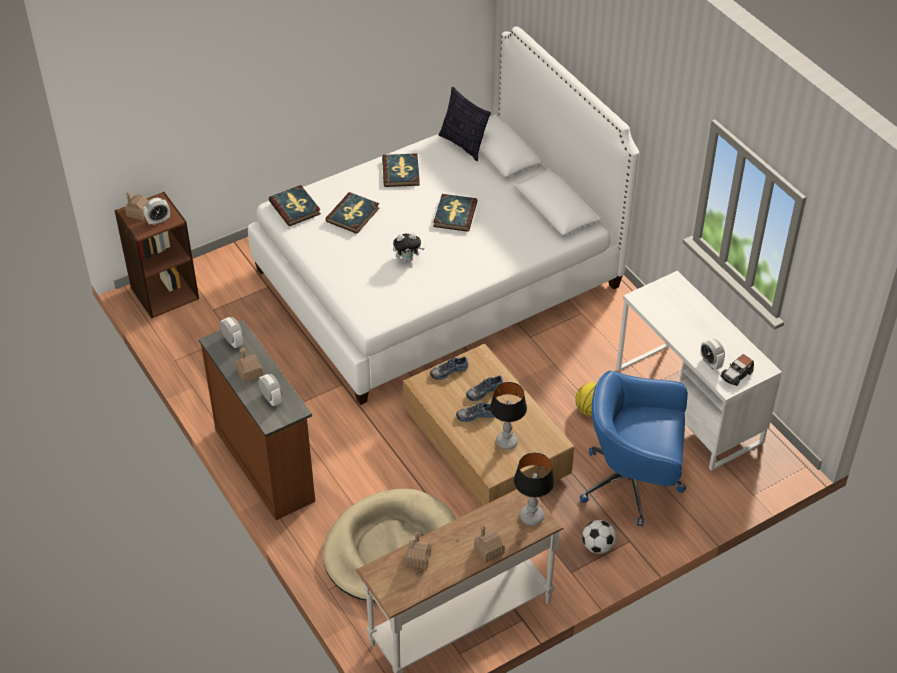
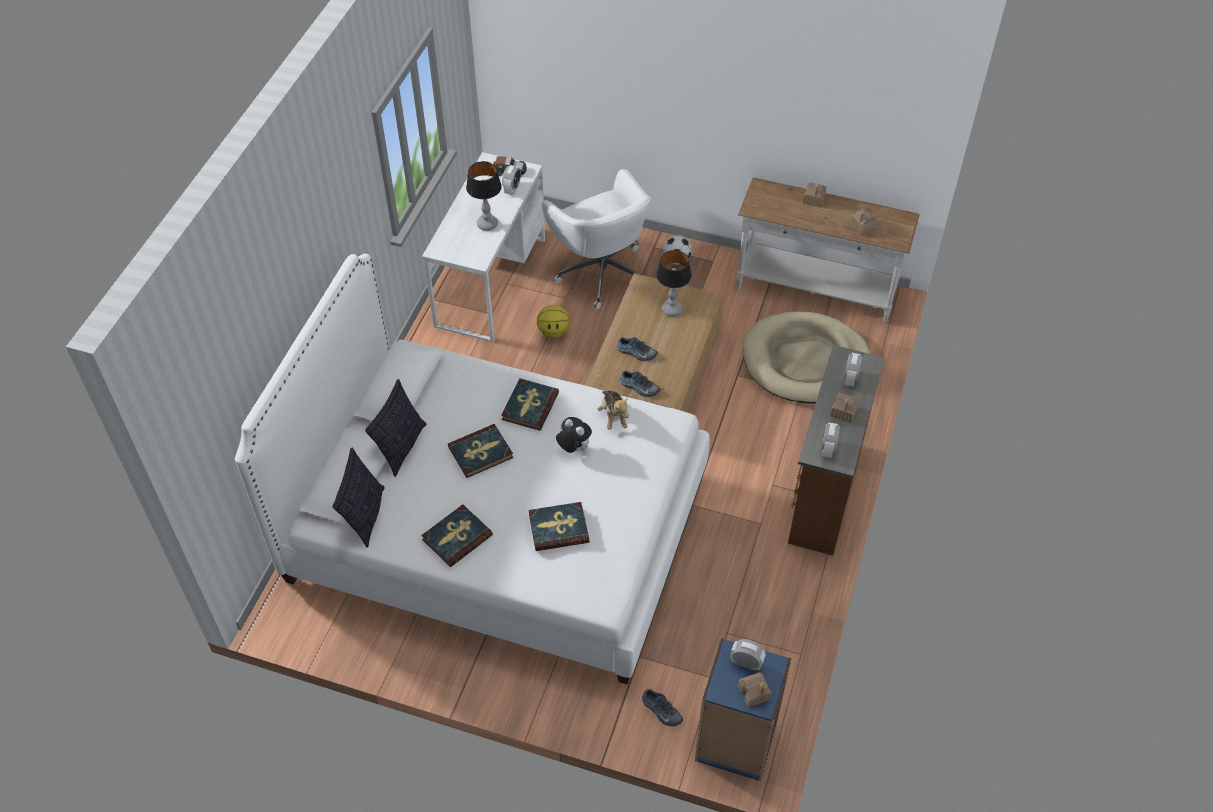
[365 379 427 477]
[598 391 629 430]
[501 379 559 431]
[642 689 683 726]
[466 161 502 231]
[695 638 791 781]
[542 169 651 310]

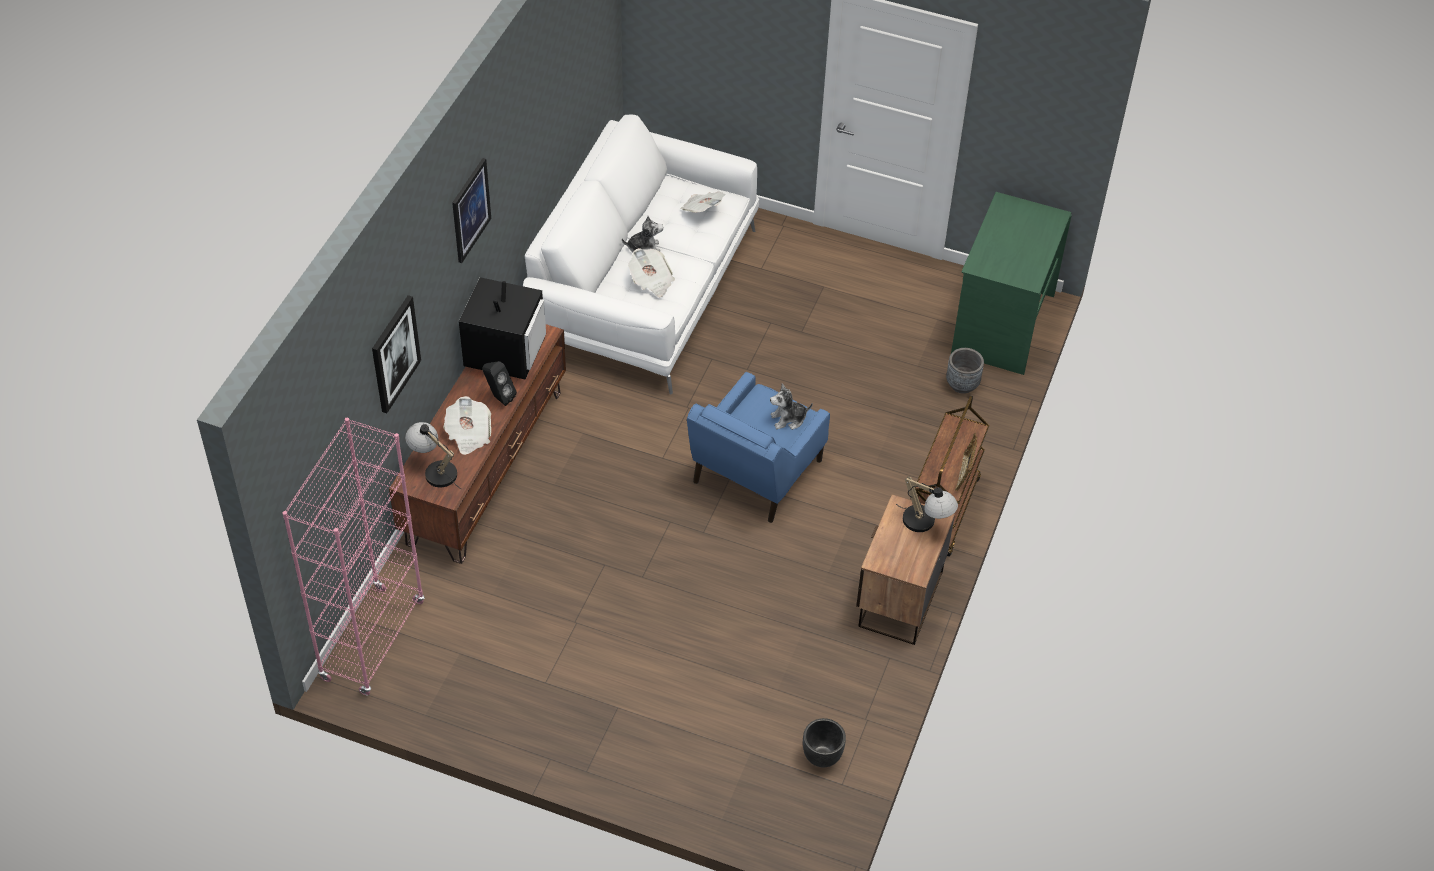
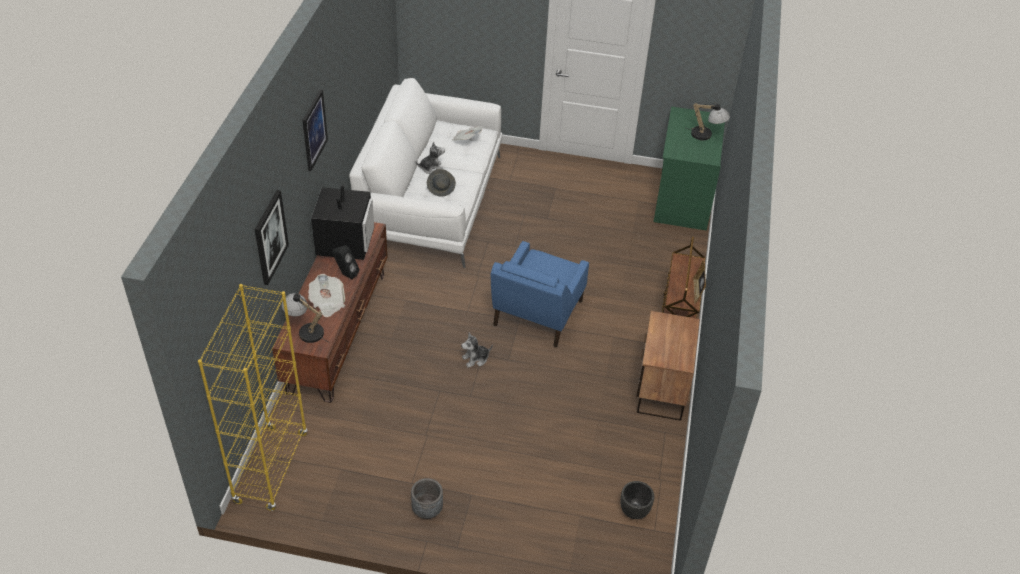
[461 333 493 368]
[686 103 730 140]
[411 478 443 519]
[427 169 456 196]
[198 284 308 511]

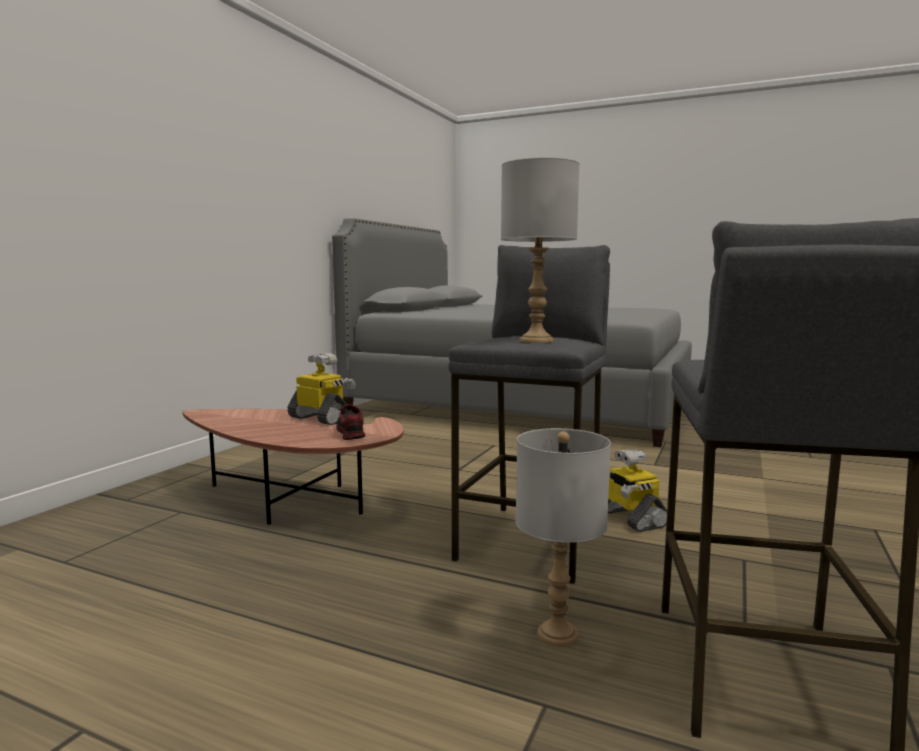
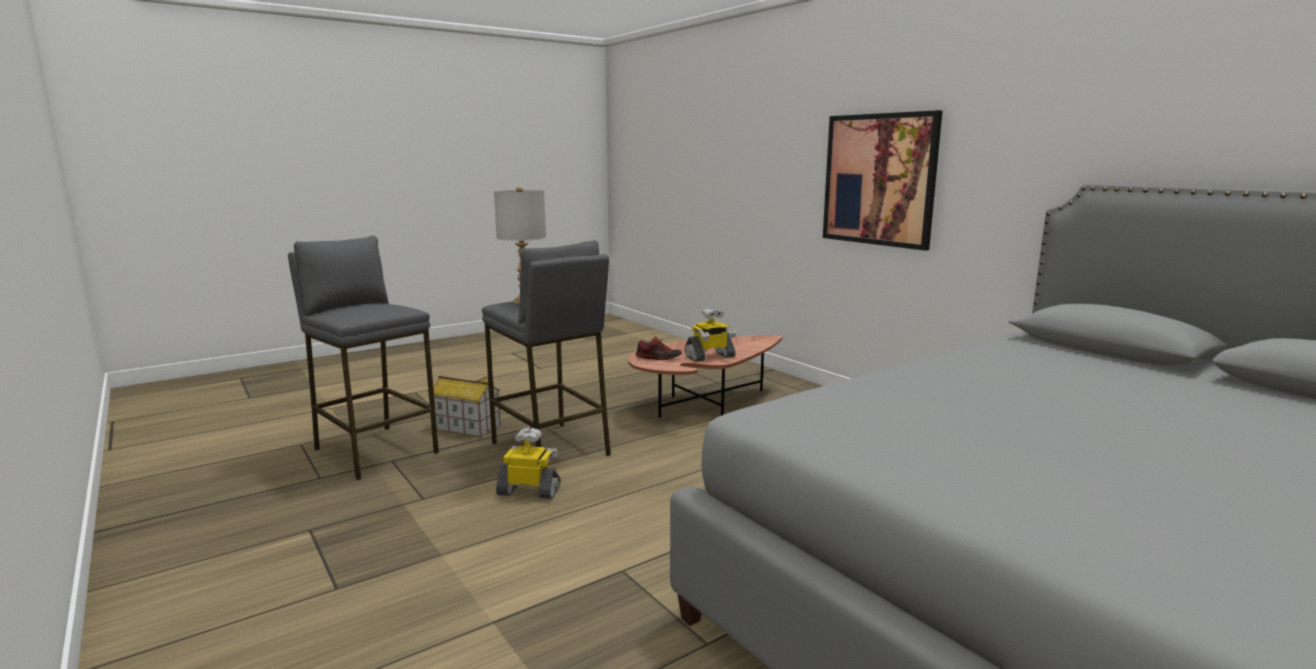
[823 110 942 251]
[433 376 501 437]

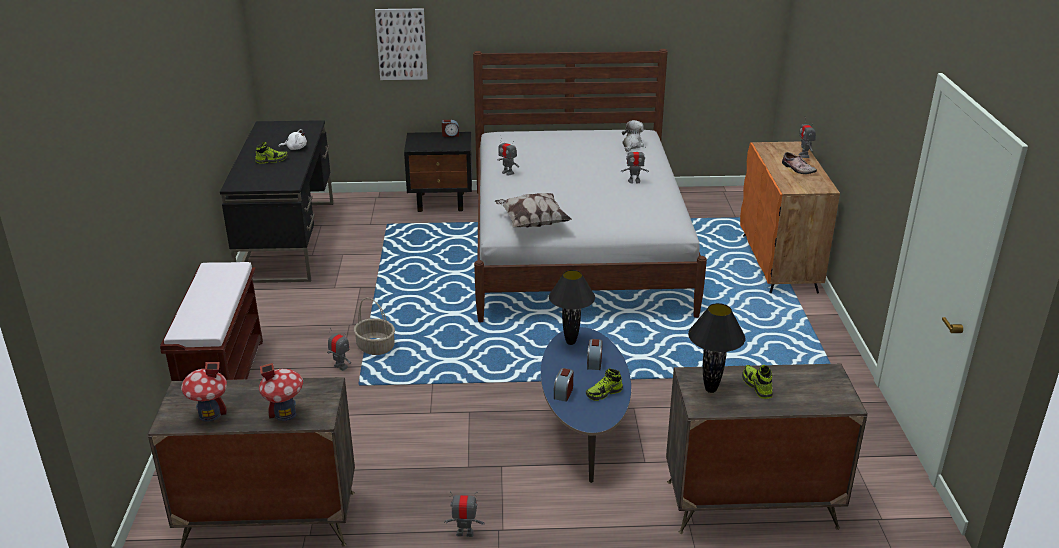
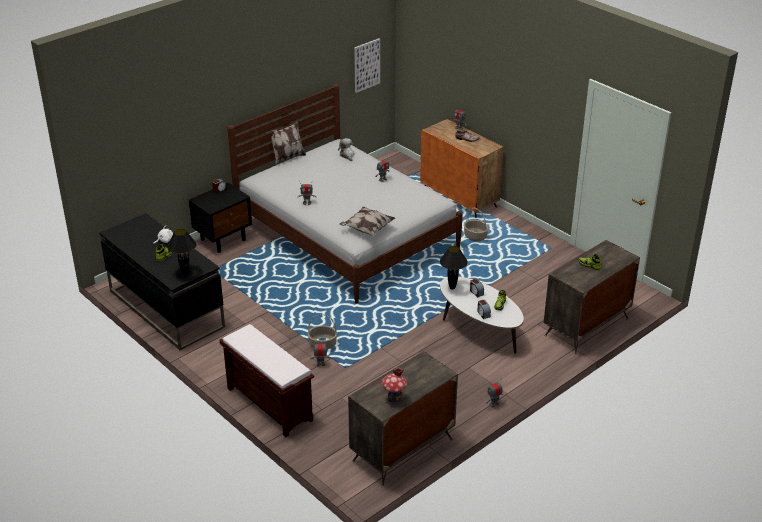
[259 363 303 421] (first image)
[267 121 306 165]
[464 208 488 241]
[354 38 380 93]
[167 229 197 275]
[440 276 524 354]

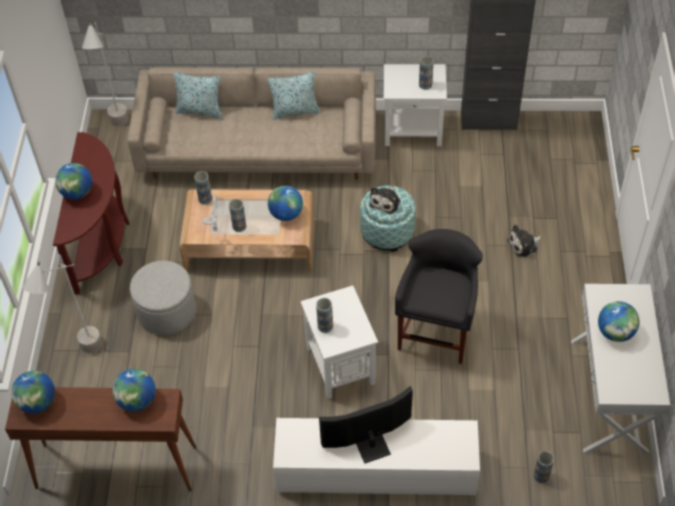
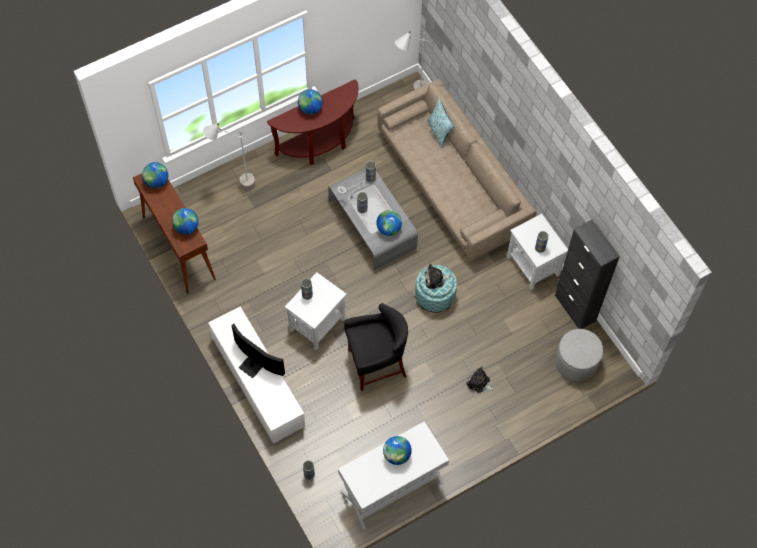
[268 71 320 120] (first image)
[555 329 603 382]
[328 168 418 270]

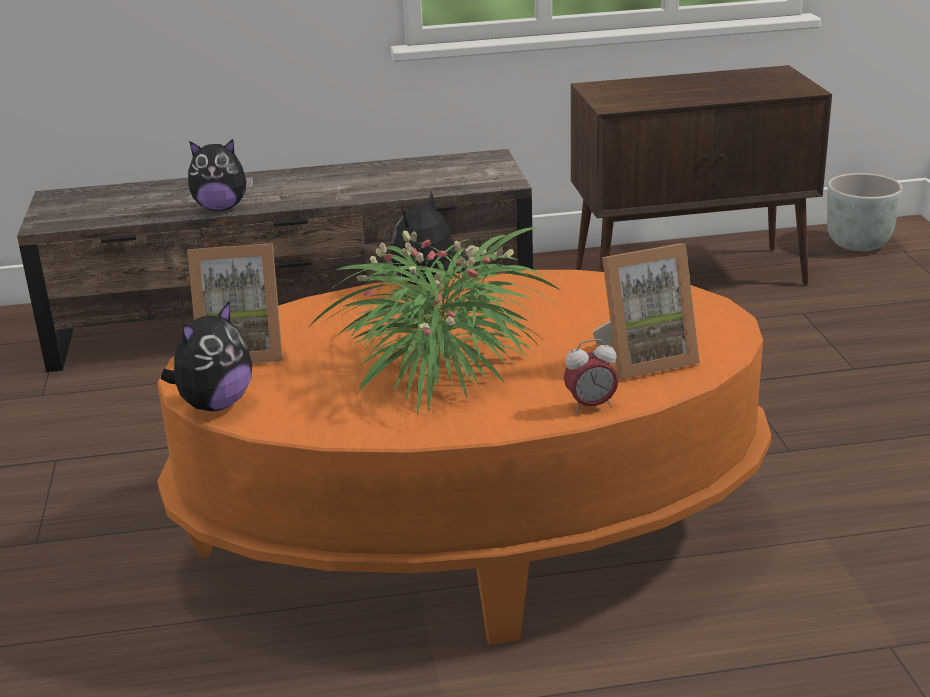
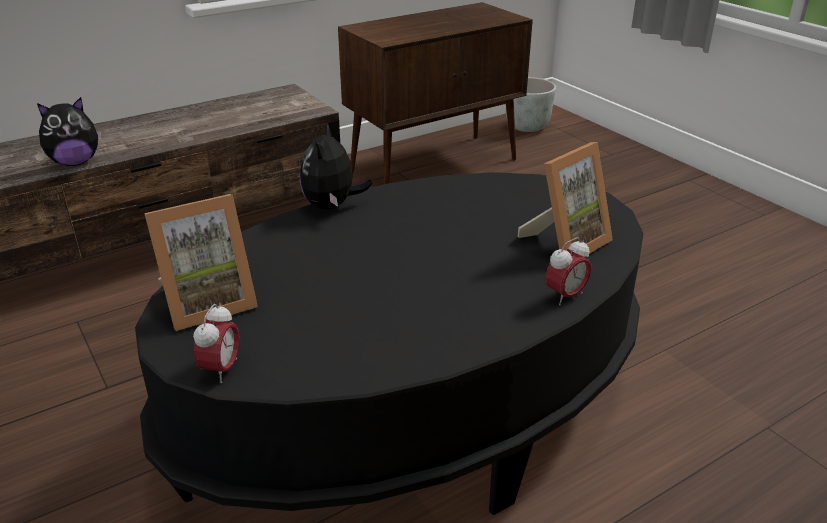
[309 227 563 418] (first image)
[193 303 239 383]
[135 172 643 515]

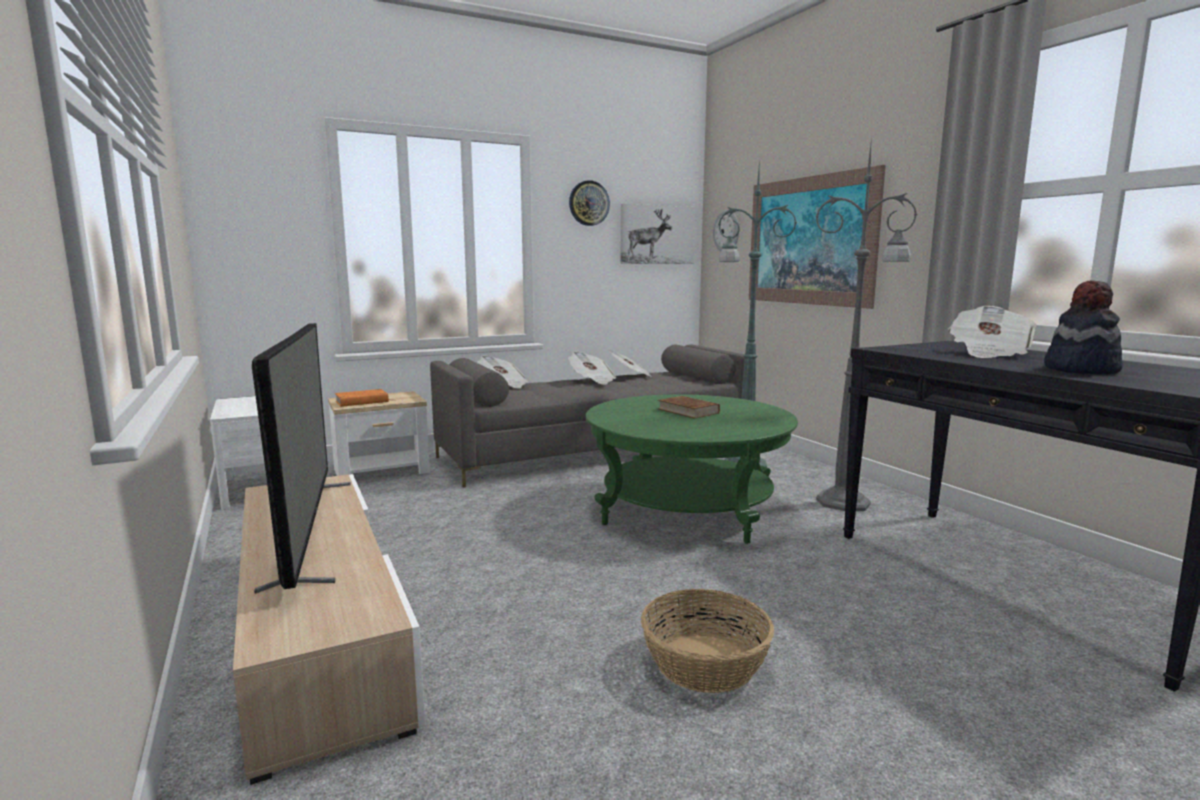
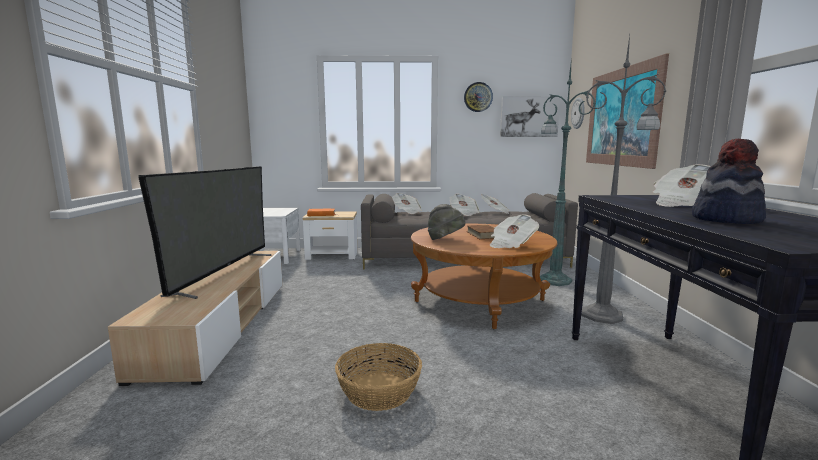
[428 204 465 240]
[490 214 539 248]
[411 224 557 329]

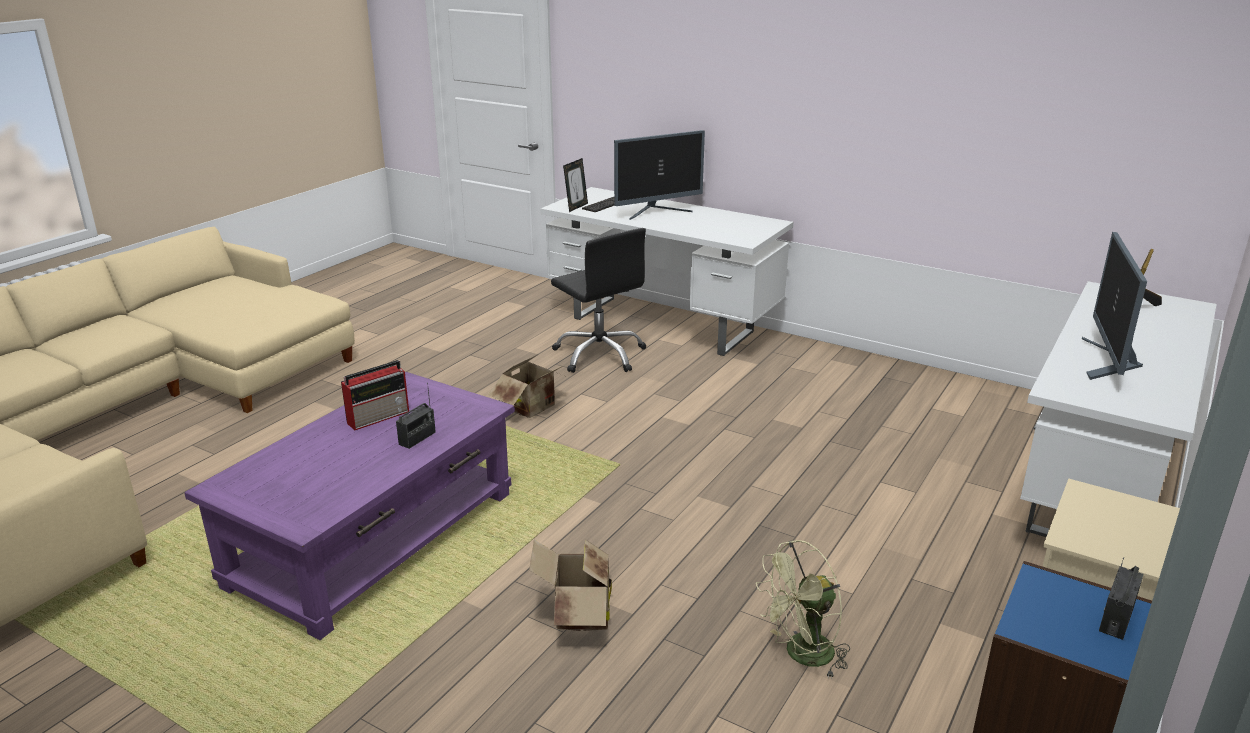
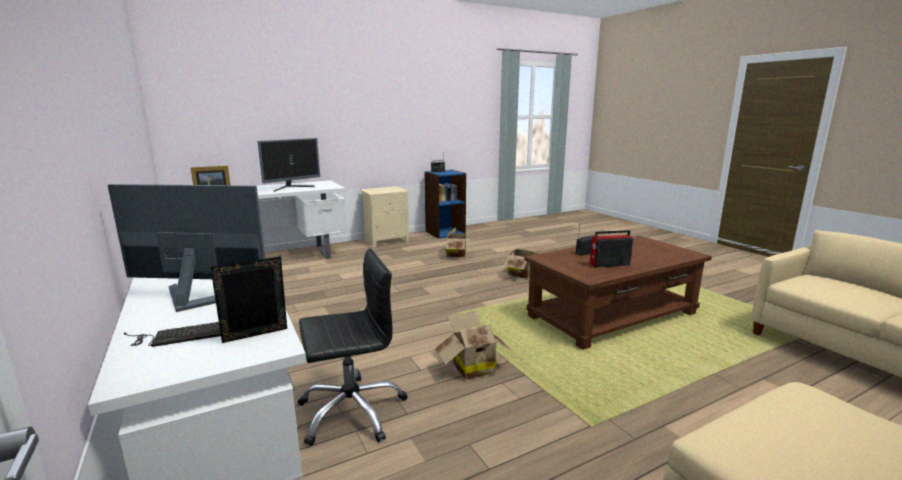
[446 227 475 258]
[524 235 712 350]
[298 249 408 446]

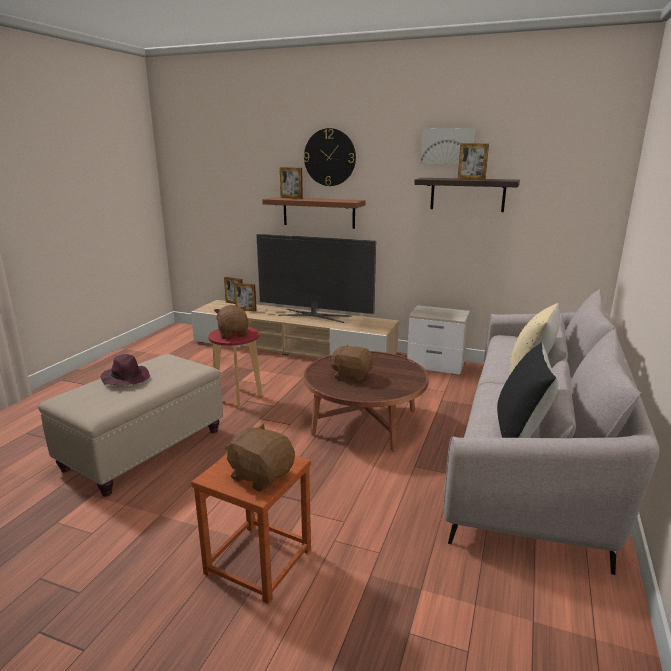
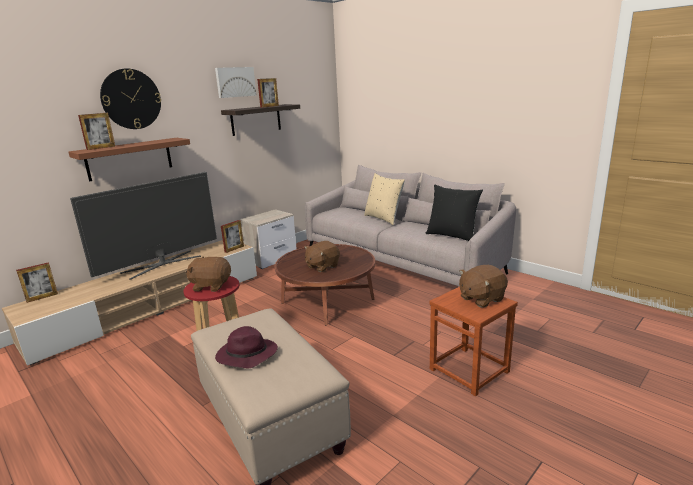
[221 220 244 253]

